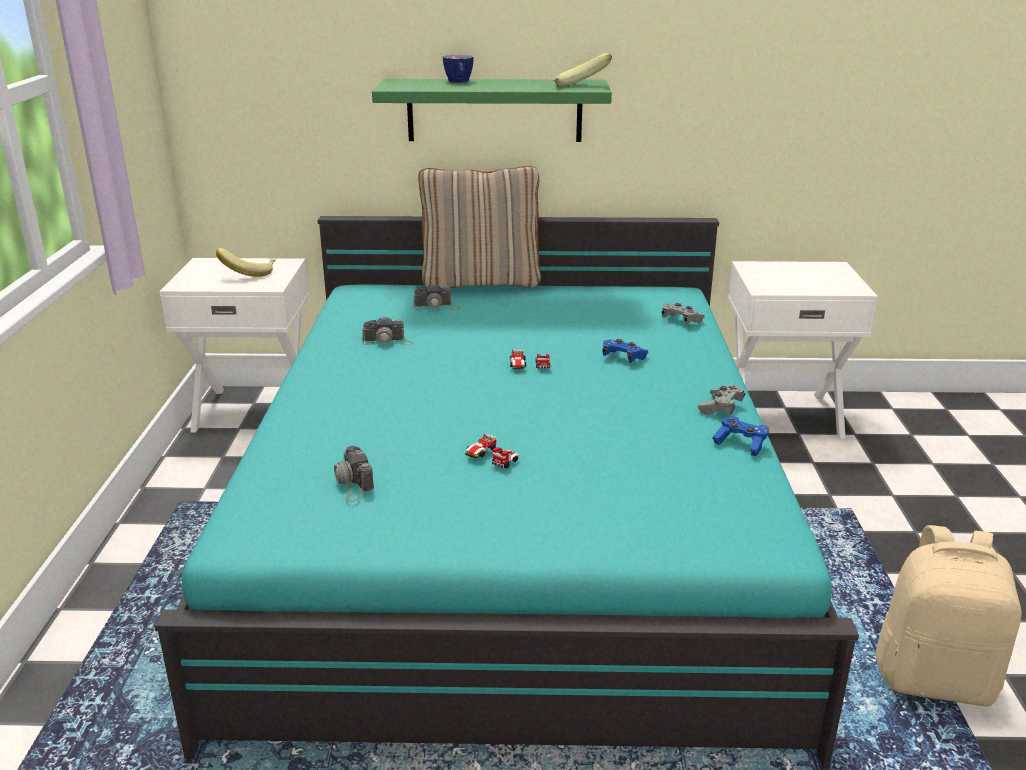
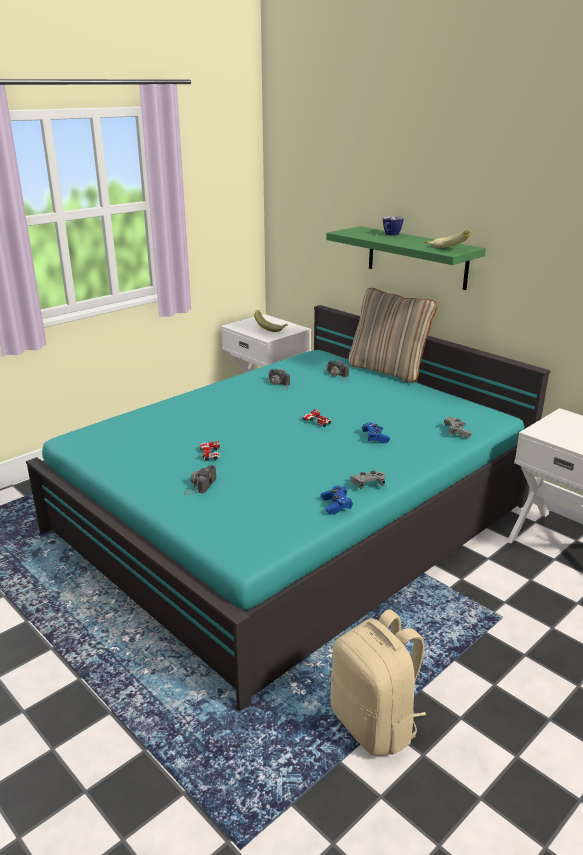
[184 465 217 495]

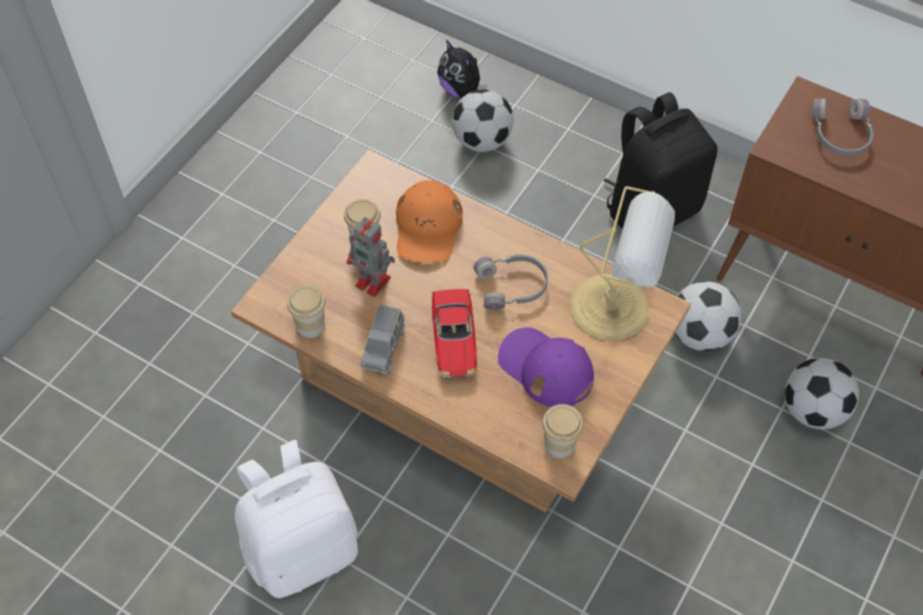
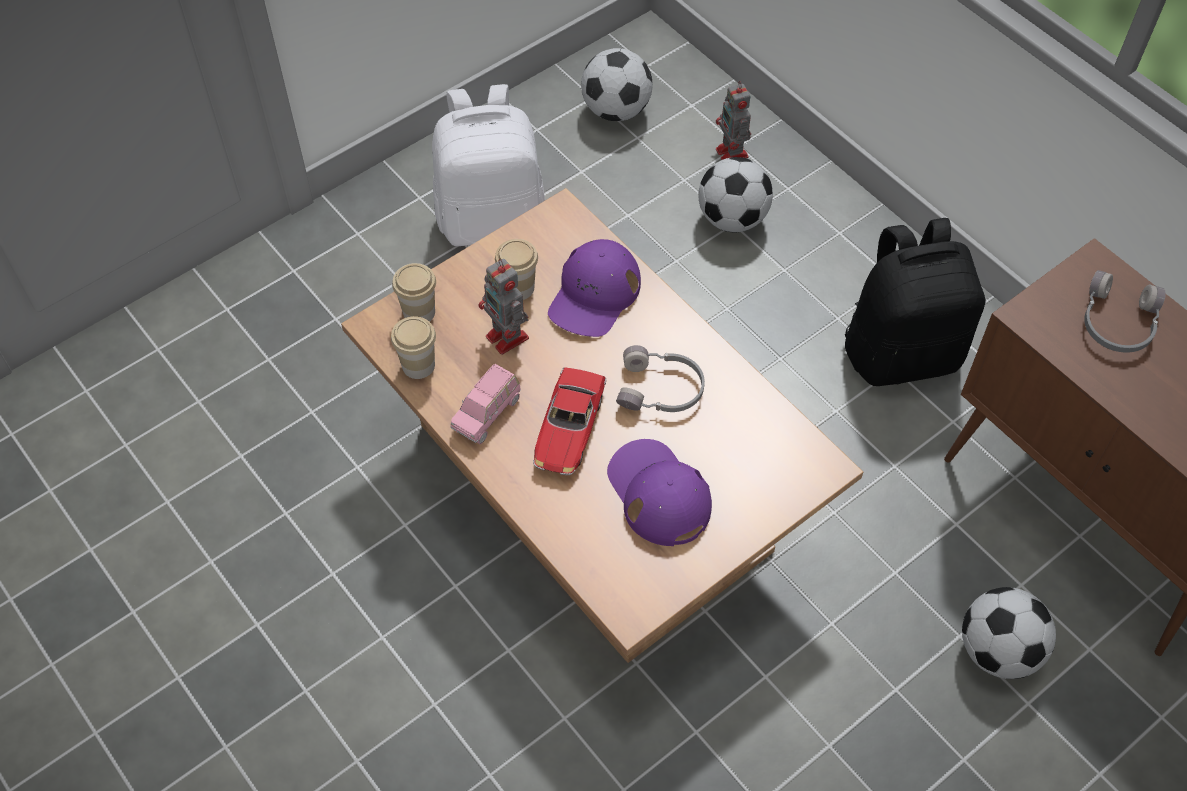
[570 186 675 341] (first image)
[432 84 545 246]
[392 263 436 322]
[581 48 653 121]
[716 81 751 160]
[450 364 521 444]
[548 239 641 337]

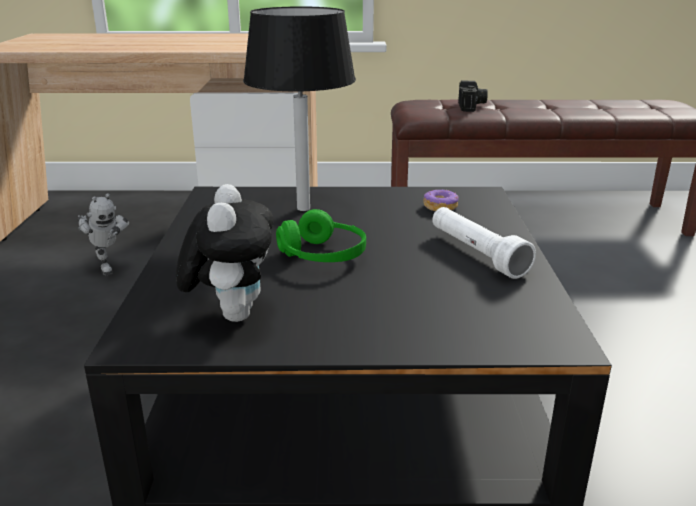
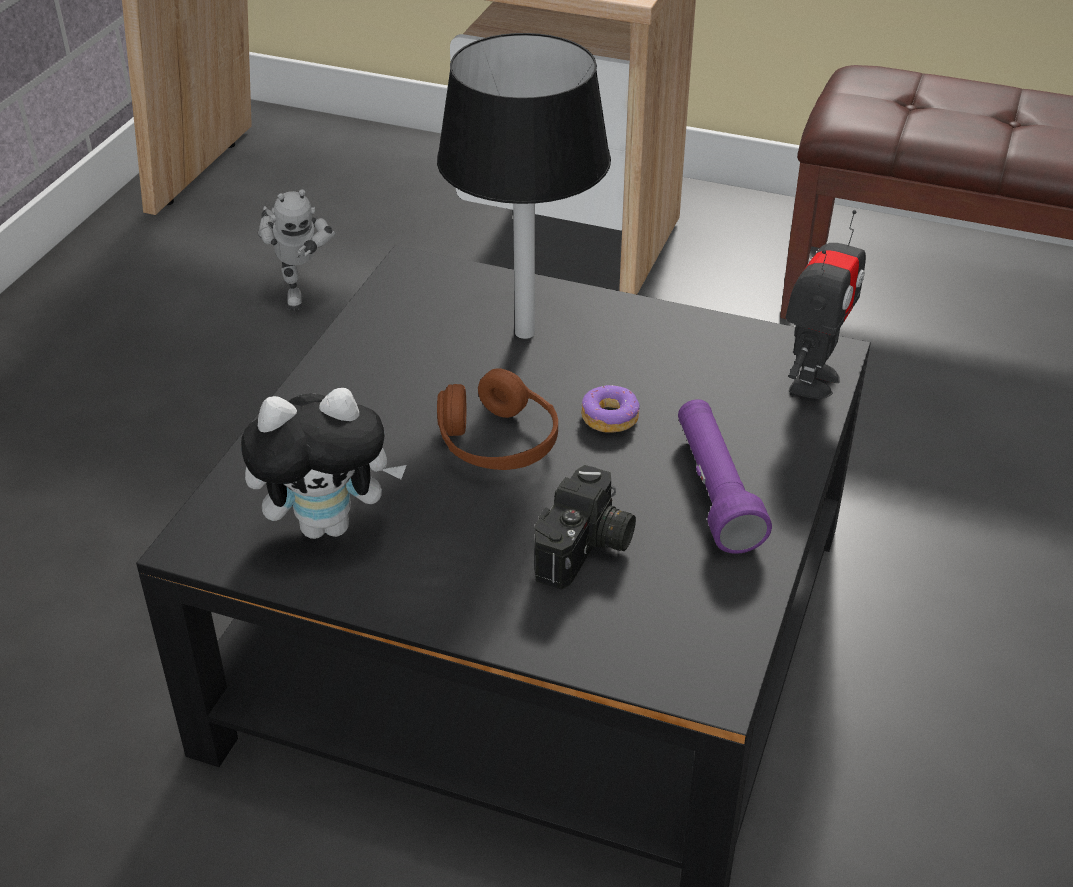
[785 210 866 399]
[581 385 640 433]
[535 465 636 590]
[437 368 558 470]
[678 399 772 554]
[241 388 407 539]

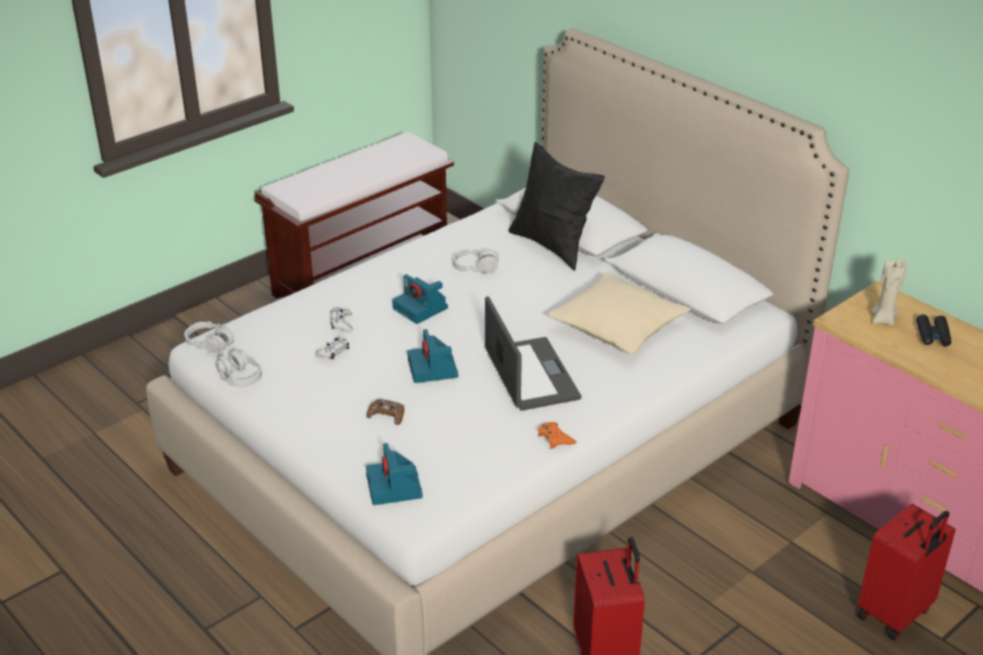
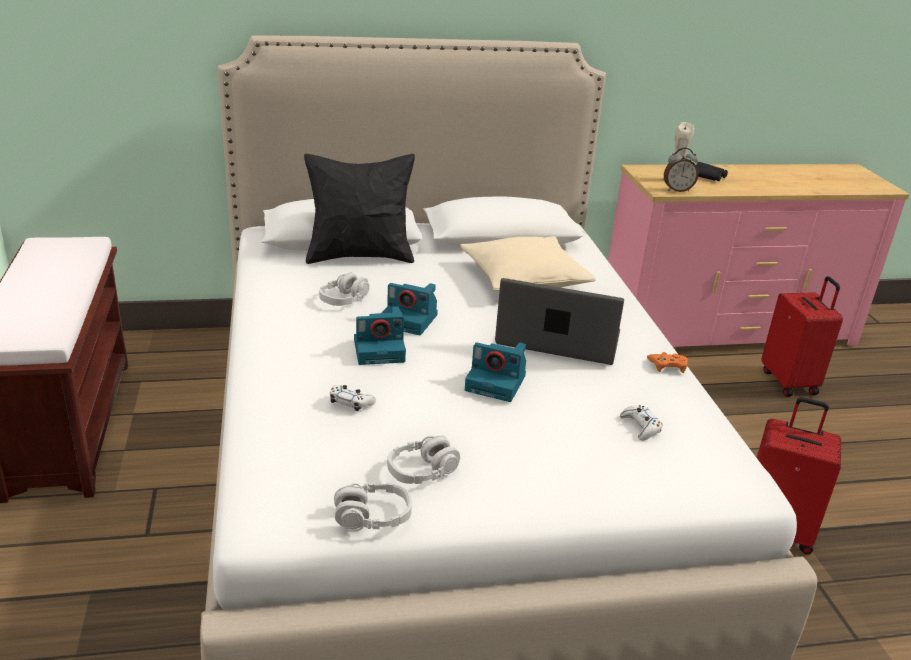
[367 399 404 425] (first image)
[664 148 698 192]
[387 435 460 484]
[620 405 662 441]
[382 283 438 335]

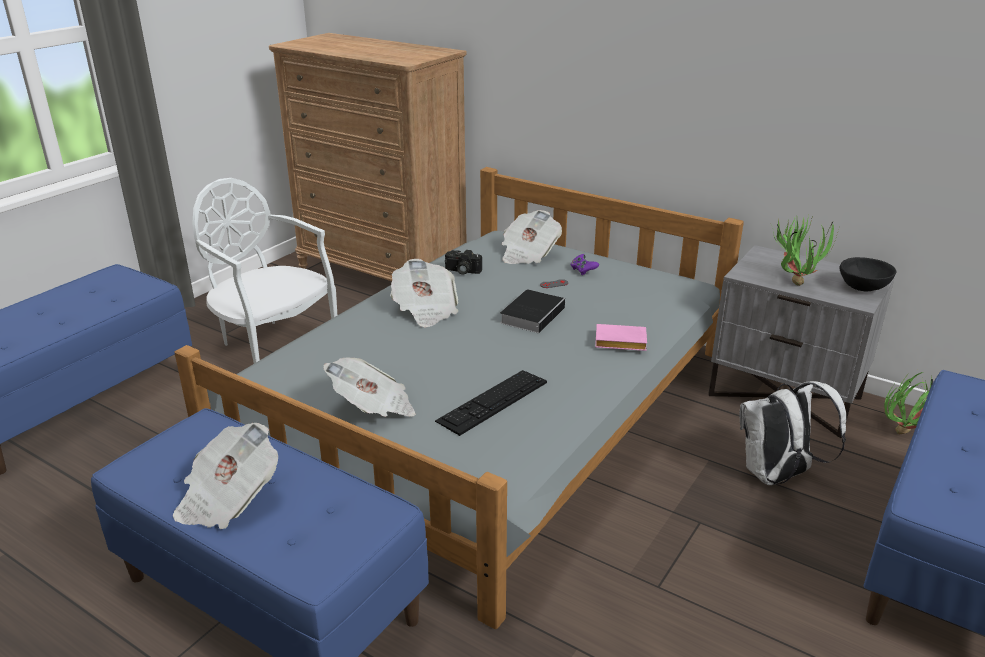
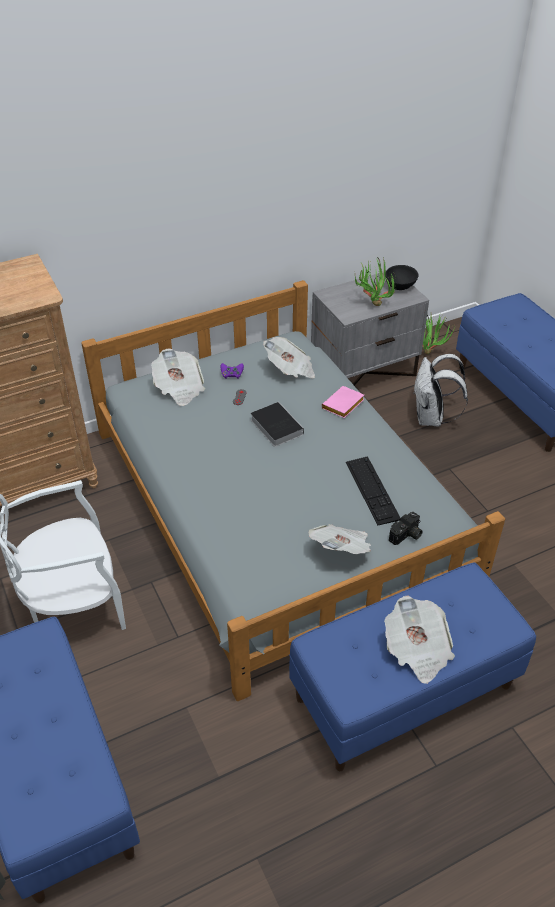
[263 337 315 378]
[389 512 423 545]

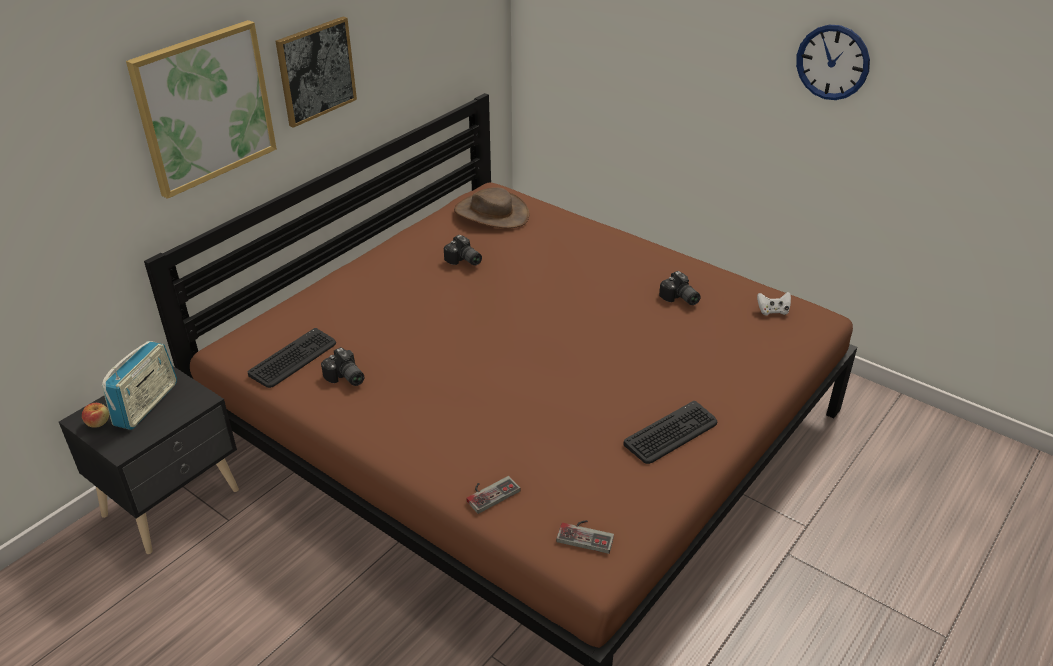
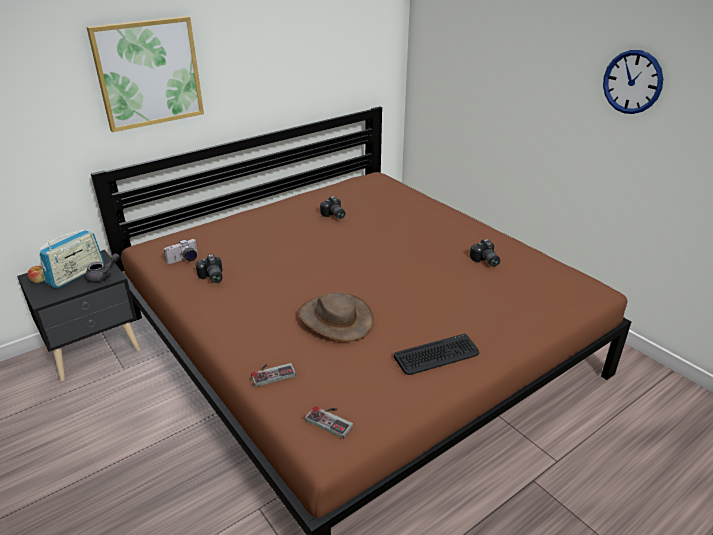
[276 16 357 128] (first image)
[757 292 791 315] (first image)
[85 253 120 283]
[298 293 374 342]
[164 239 198 264]

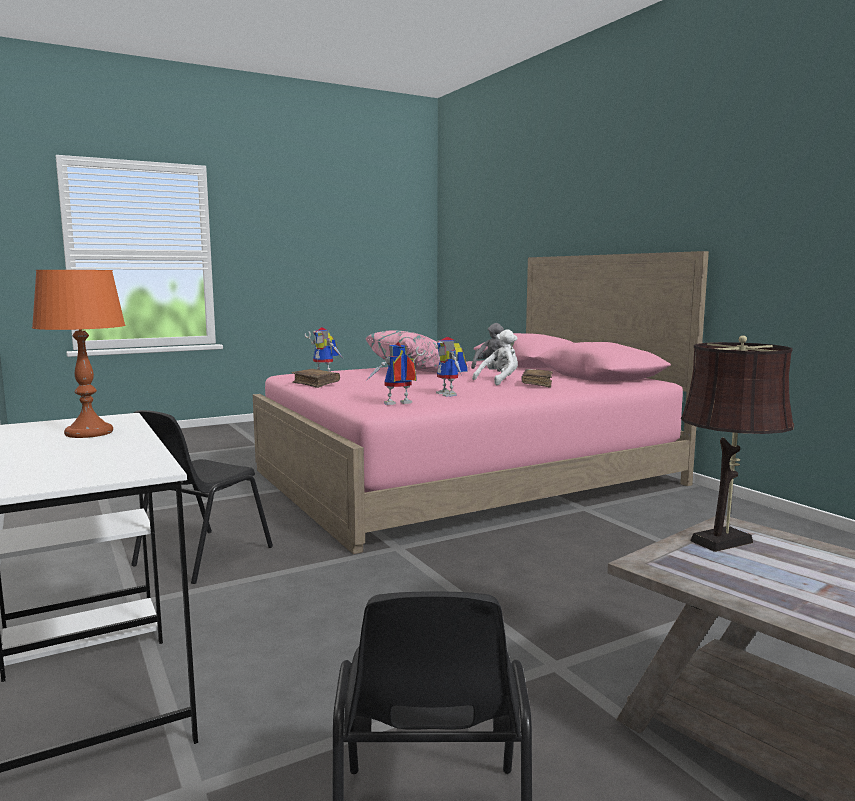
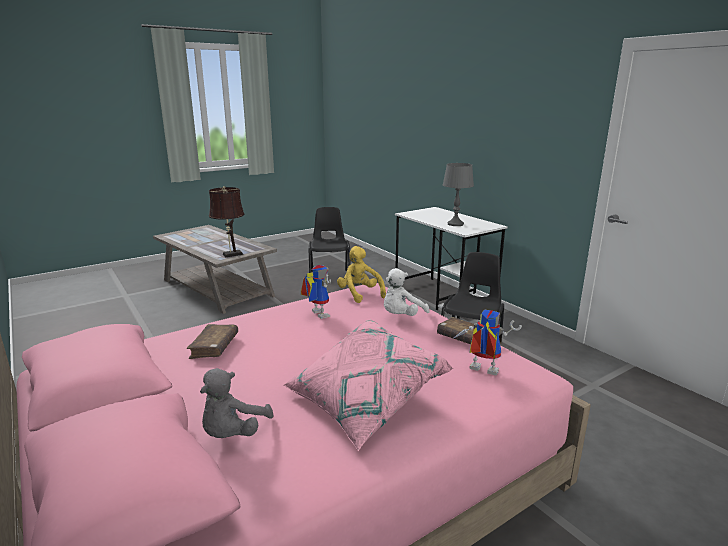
[384 268 429 316]
[337 246 386 303]
[443 163 474 226]

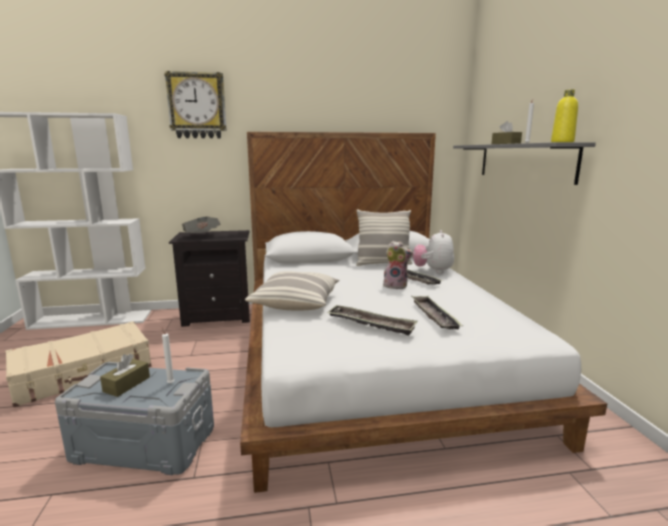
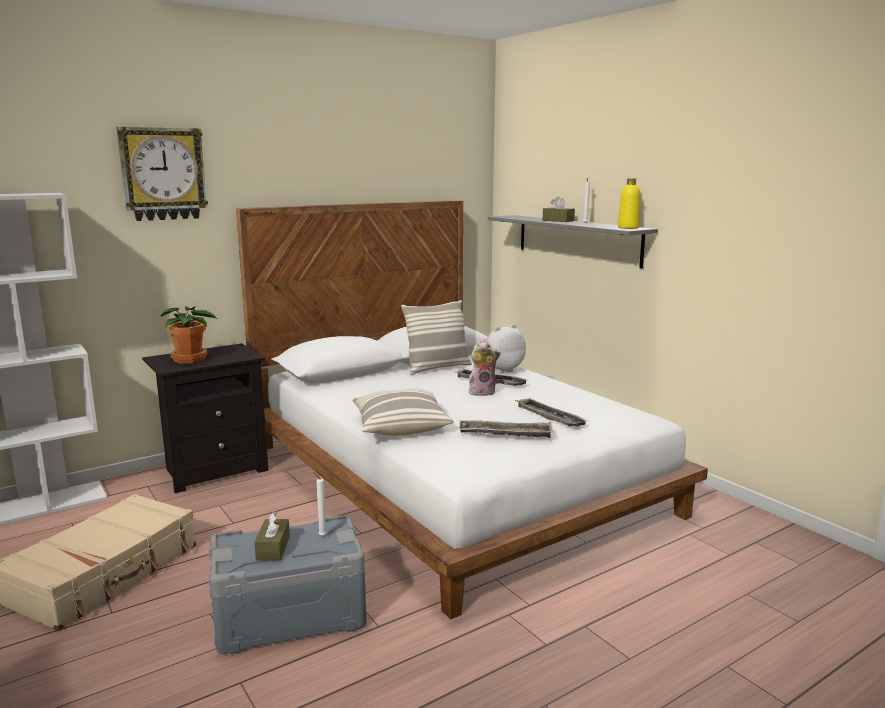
[161 306 218 364]
[479 324 526 374]

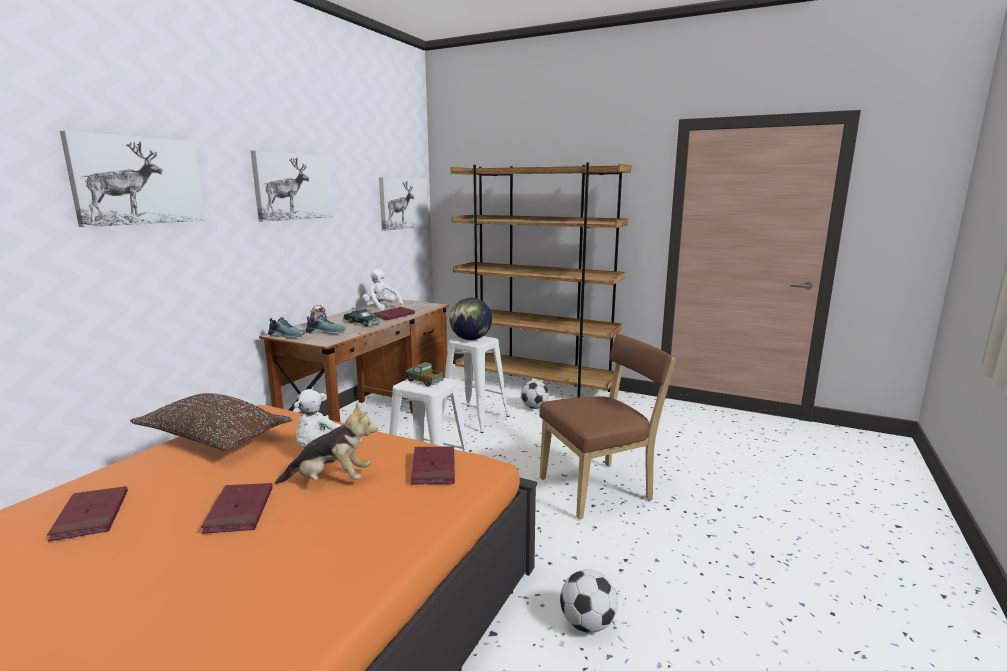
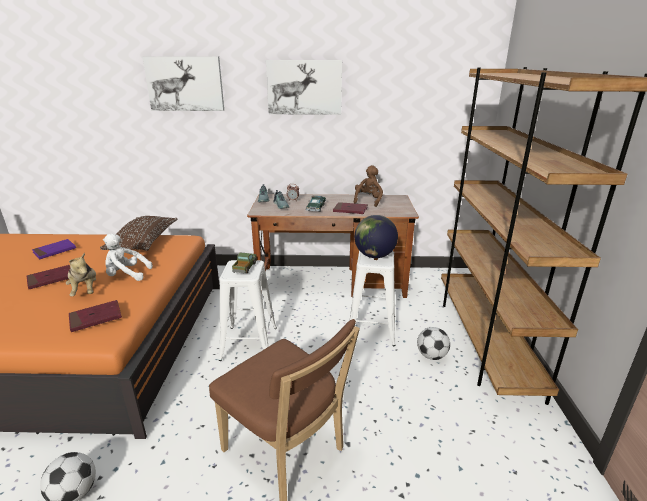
[379 177 428 231] (first image)
[32 239 76 259]
[354 165 383 207]

